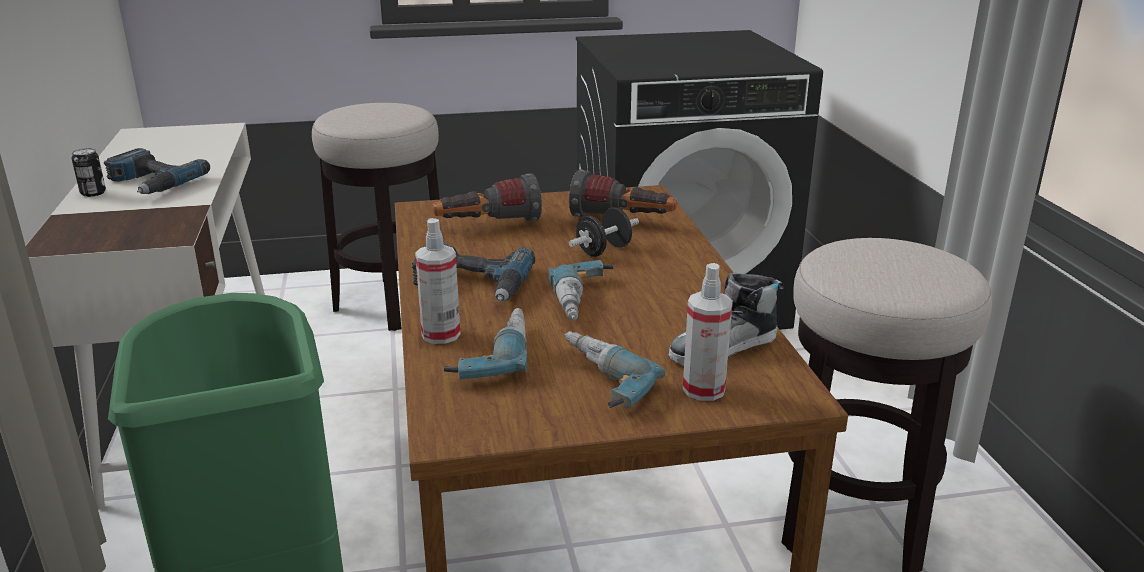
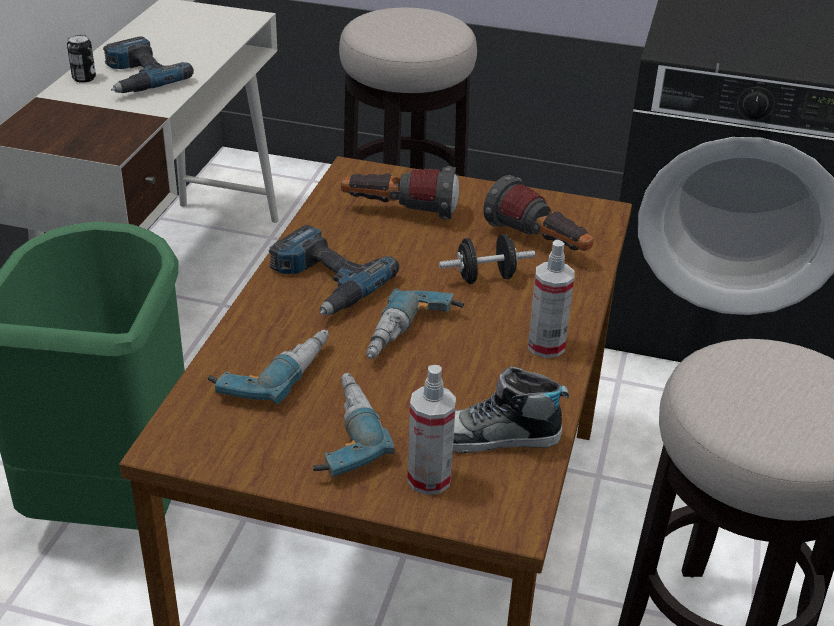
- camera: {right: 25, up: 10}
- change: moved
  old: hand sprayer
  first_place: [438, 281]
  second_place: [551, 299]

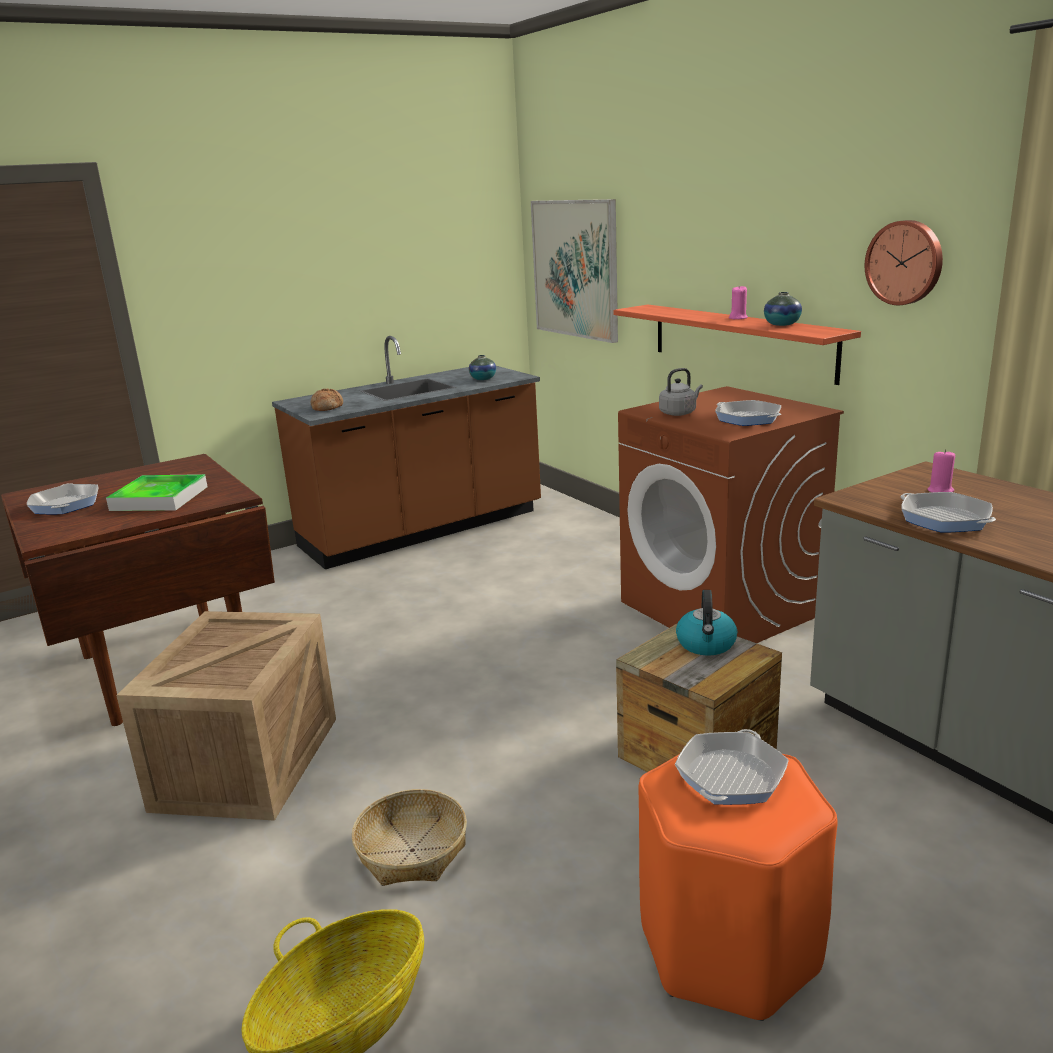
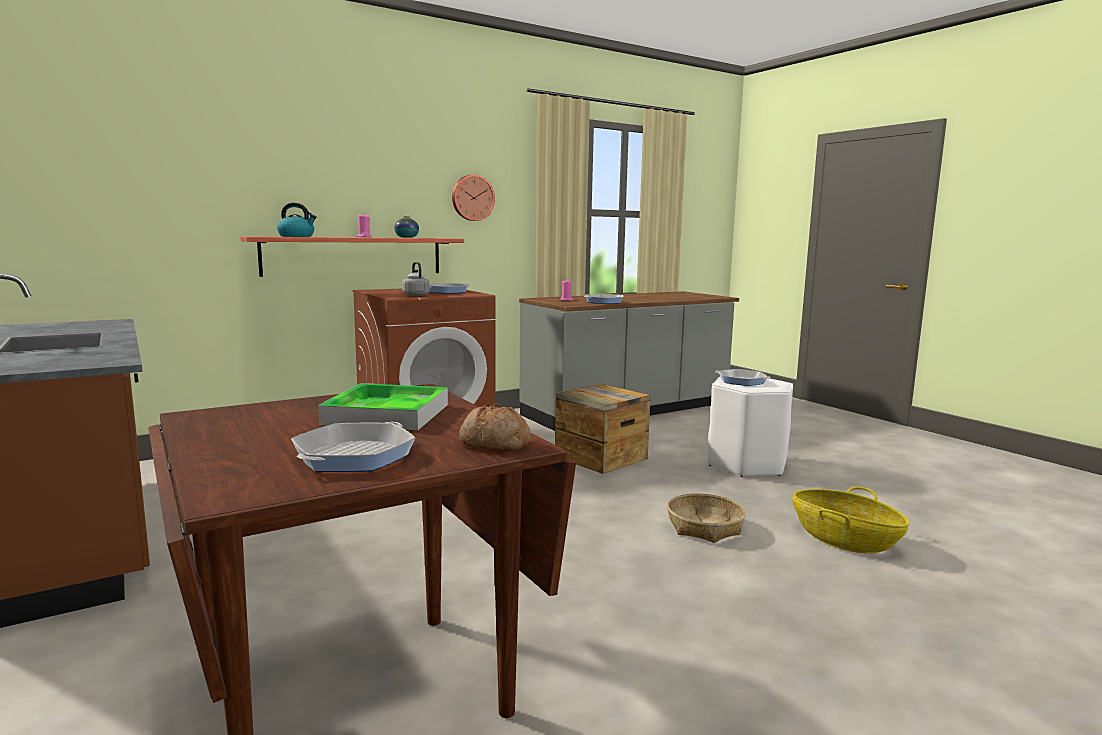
- camera: {right: -90, up: -10}
- change: moved
  old: kettle
  first_place: [706, 623]
  second_place: [297, 220]
- change: turned
  old: pan
  first_place: [63, 498]
  second_place: [353, 447]
  degrees: 135
- change: moved
  old: bakery bread
  first_place: [327, 400]
  second_place: [495, 426]
- change: recoloured
  old: orangey stool
  new: whitish stool
  first_place: [738, 887]
  second_place: [750, 427]
- change: removed
  old: shipping crate
  first_place: [226, 716]
- change: removed
  old: flower vase
  first_place: [482, 367]
- change: removed
  old: wall art
  first_place: [574, 271]

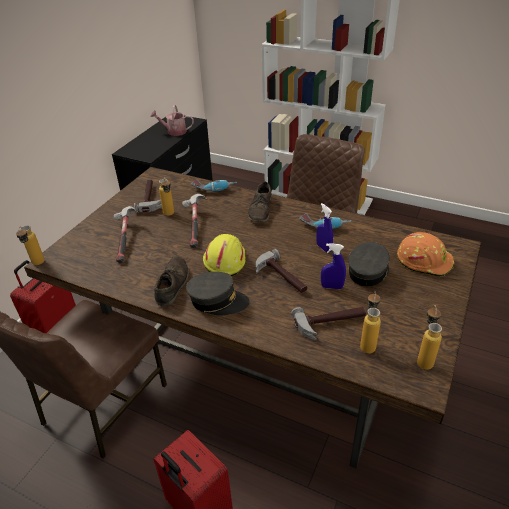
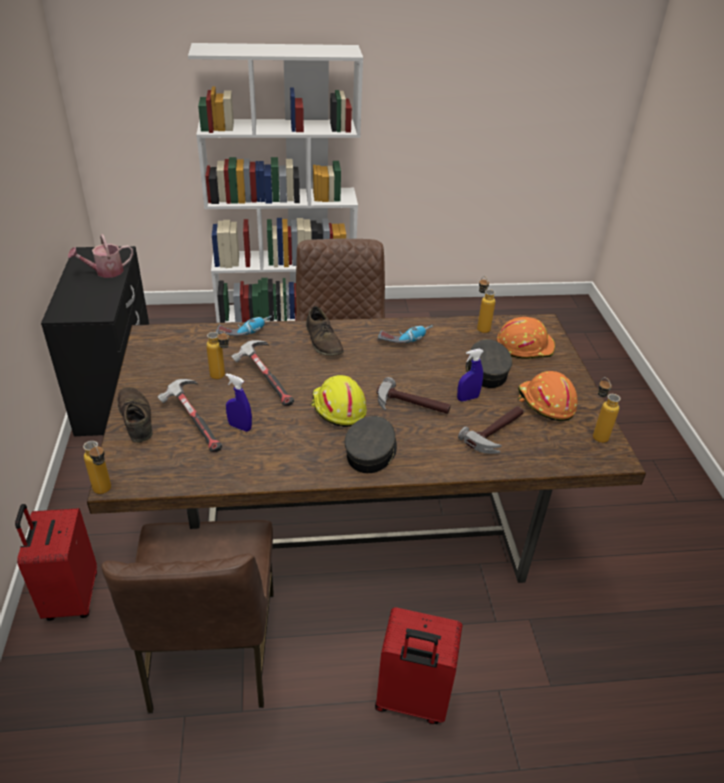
- camera: {right: -35, up: 0}
- change: moved
  old: brown-coloured shoe
  first_place: [171, 281]
  second_place: [134, 415]
- change: moved
  old: bluish hand sprayer
  first_place: [324, 227]
  second_place: [239, 402]
- change: turned
  old: greyish cap
  first_place: [218, 293]
  second_place: [371, 444]
  degrees: -45
- change: moved
  old: beverage bottle
  first_place: [370, 322]
  second_place: [486, 304]
- change: added
  new: orangey work helmet
  second_place: [548, 396]
- change: removed
  old: hand hammer
  first_place: [148, 196]

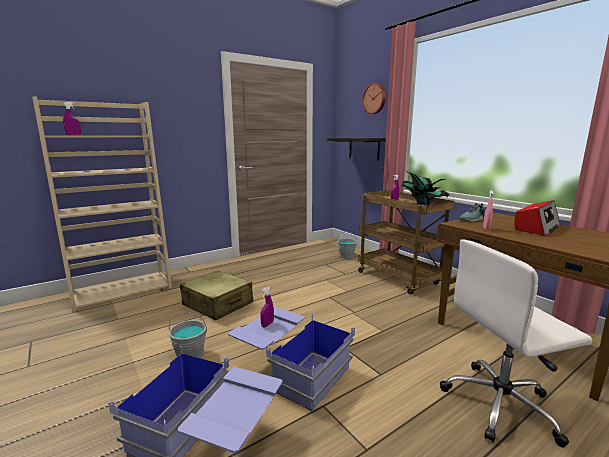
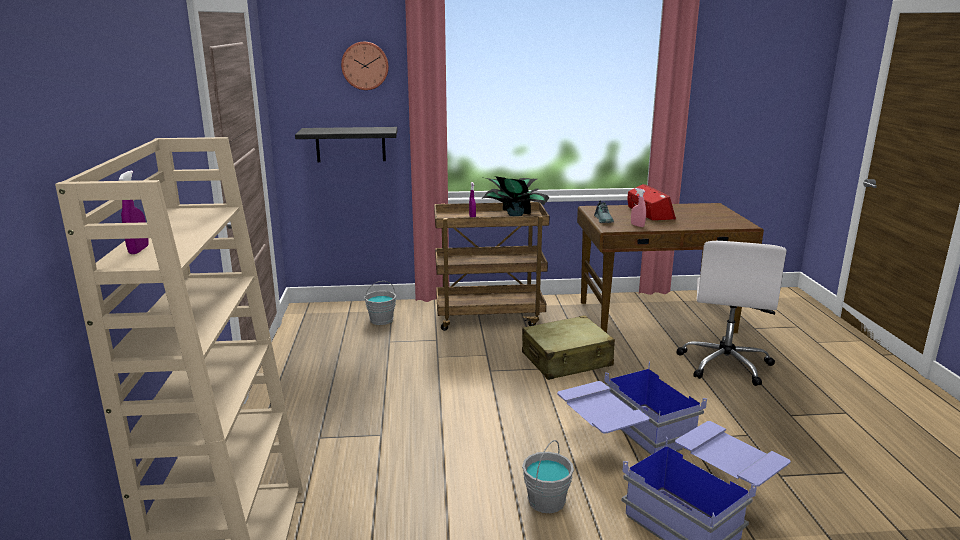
- camera: {right: -60, up: 5}
- change: moved
  old: sand-coloured suitcase
  first_place: [216, 295]
  second_place: [568, 347]
- change: removed
  old: purple hand sprayer
  first_place: [267, 307]

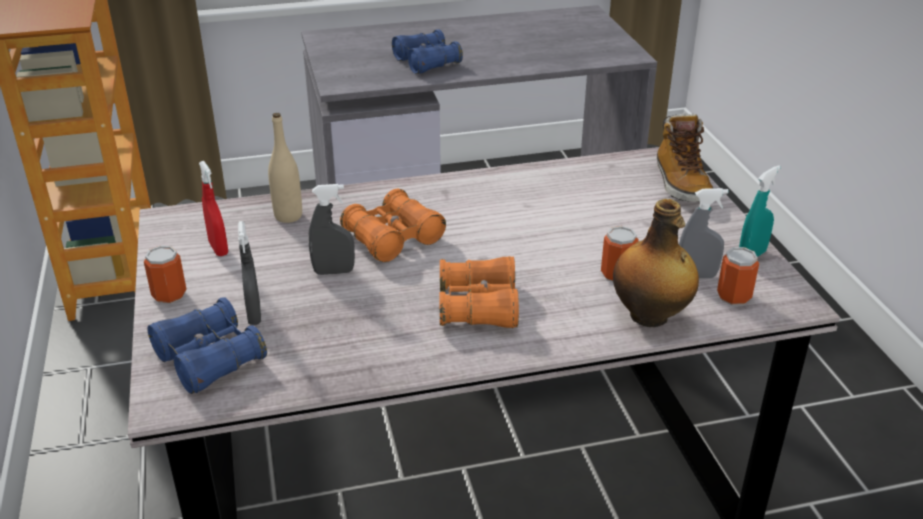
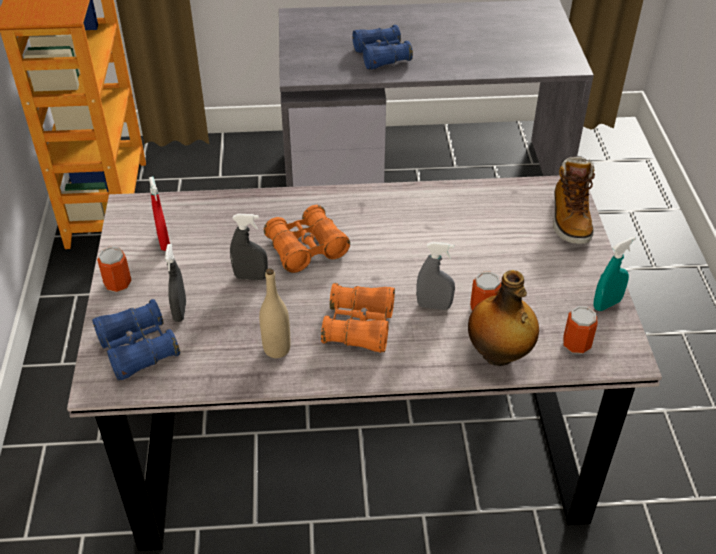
- camera: {right: 10, up: 10}
- change: moved
  old: sand-coloured beverage bottle
  first_place: [285, 168]
  second_place: [275, 313]
- change: moved
  old: greyish hand sprayer
  first_place: [704, 233]
  second_place: [435, 276]

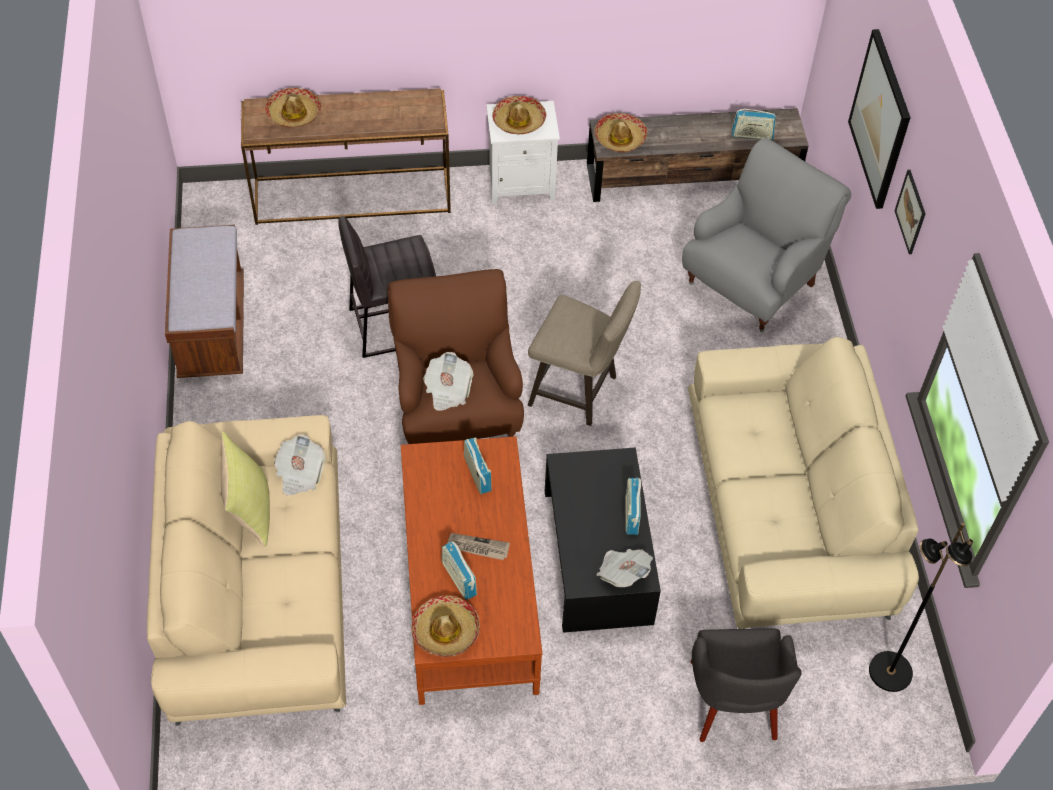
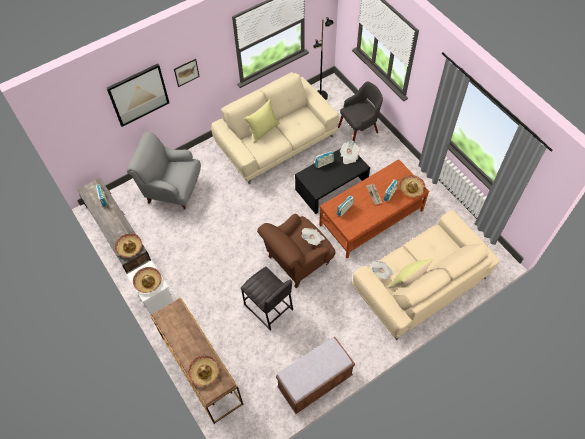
- camera: {right: -115, up: 5}
- change: added
  new: yellow pillow
  second_place: [262, 121]
- change: removed
  old: sand-coloured stool
  first_place: [584, 353]

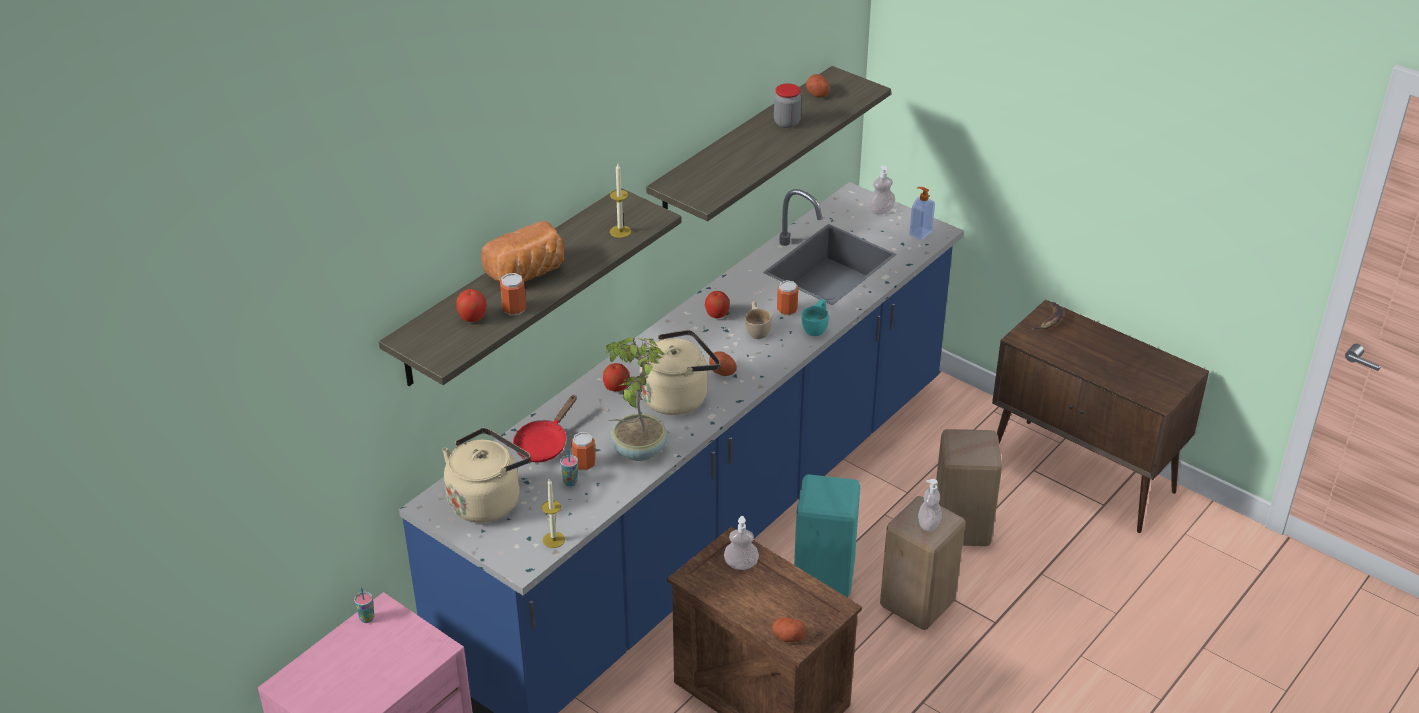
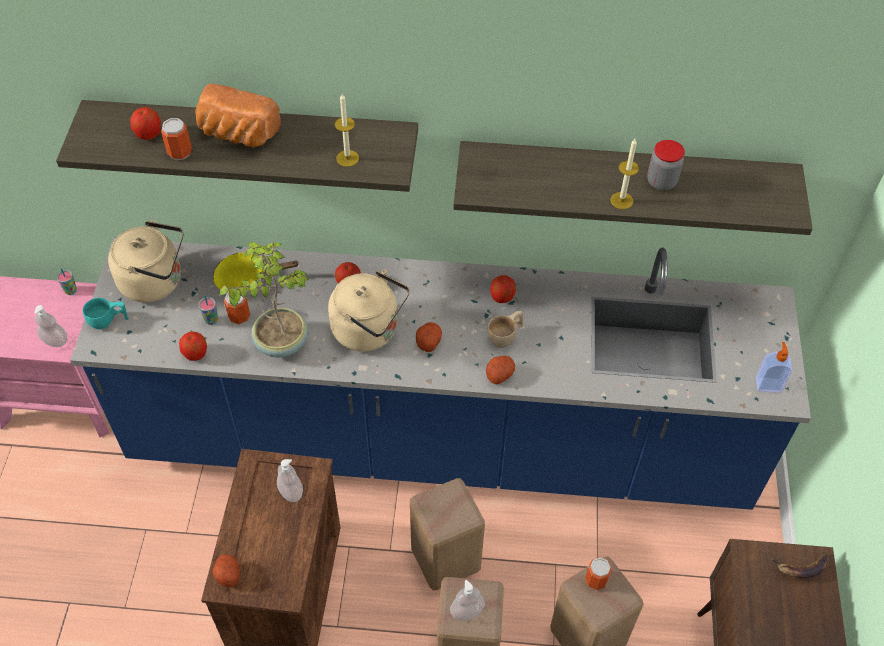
- camera: {right: 55, up: 15}
- change: moved
  old: soap dispenser
  first_place: [881, 190]
  second_place: [51, 326]
- change: moved
  old: turquoise-coloured small cup
  first_place: [815, 317]
  second_place: [105, 313]
- change: added
  new: whole apple
  second_place: [193, 346]
- change: recoloured
  old: reddish pan
  new: yellow pan
  first_place: [545, 428]
  second_place: [255, 272]
- change: recoloured
  old: turquoise-coloured stool
  new: sand-coloured stool
  first_place: [827, 535]
  second_place: [447, 534]
- change: moved
  old: spud
  first_place: [817, 86]
  second_place: [500, 370]
- change: moved
  old: metal can
  first_place: [787, 298]
  second_place: [598, 573]
- change: moved
  old: wax light
  first_place: [553, 513]
  second_place: [624, 174]

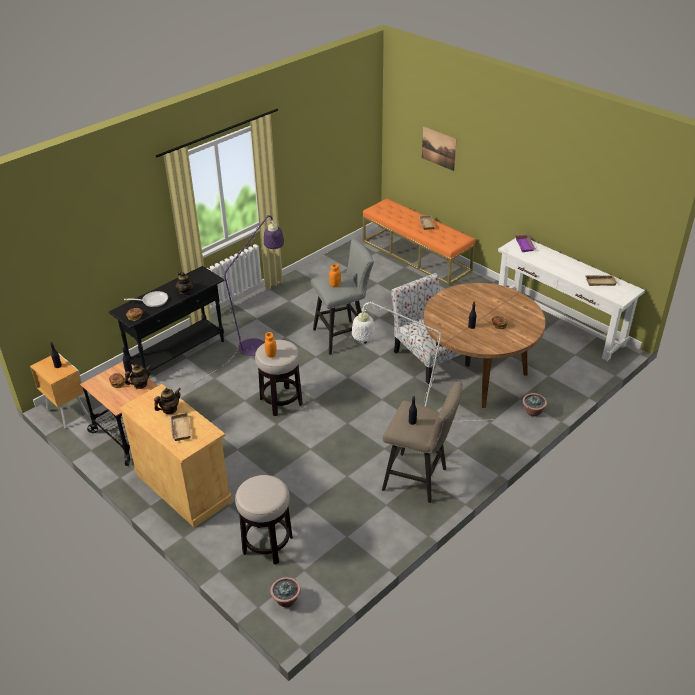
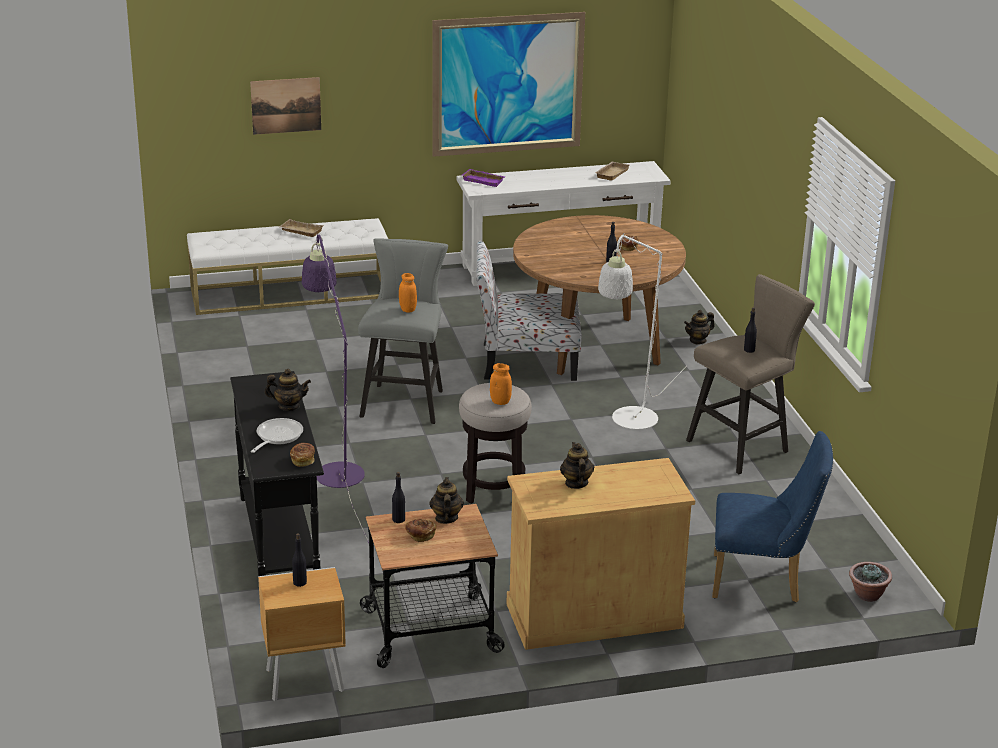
- camera: {right: -60, up: -10}
- change: recoloured
  old: orangey long seat
  new: whitish long seat
  first_place: [419, 241]
  second_place: [287, 266]
- change: added
  new: wall art
  second_place: [508, 84]
- change: replaced
  old: plant in a pot
  new: teapot
  first_place: [534, 404]
  second_place: [699, 327]
- change: replaced
  old: stool
  new: bluish plain chair
  first_place: [264, 519]
  second_place: [772, 516]
- change: removed
  old: sand-coloured tray
  first_place: [180, 426]

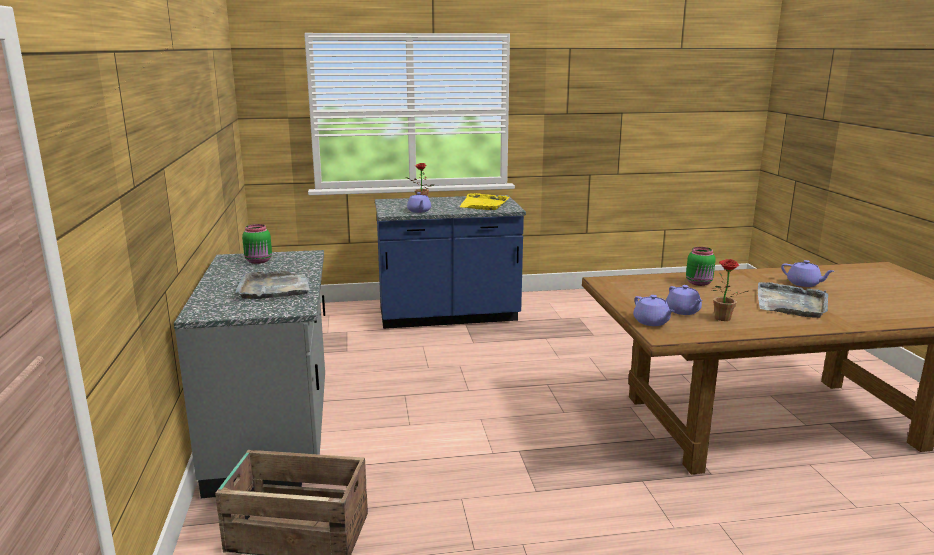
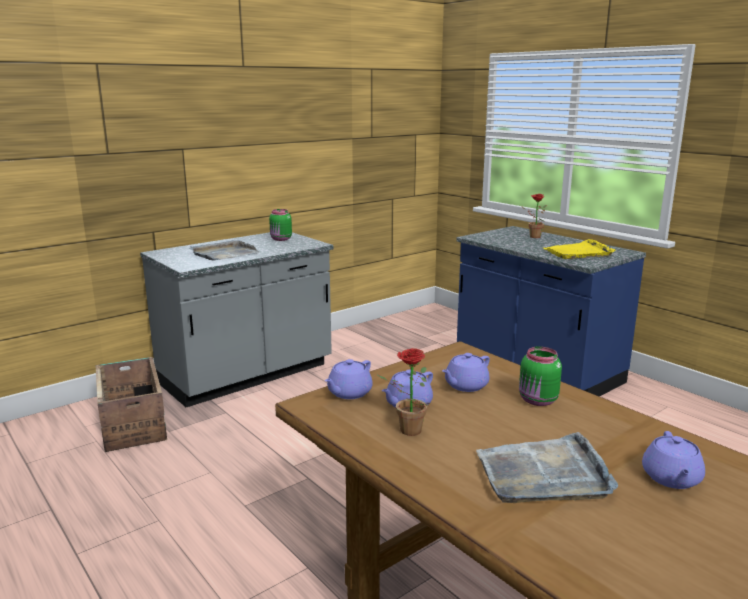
- camera: {right: 60, up: 0}
- change: moved
  old: purple teapot
  first_place: [419, 202]
  second_place: [466, 372]

